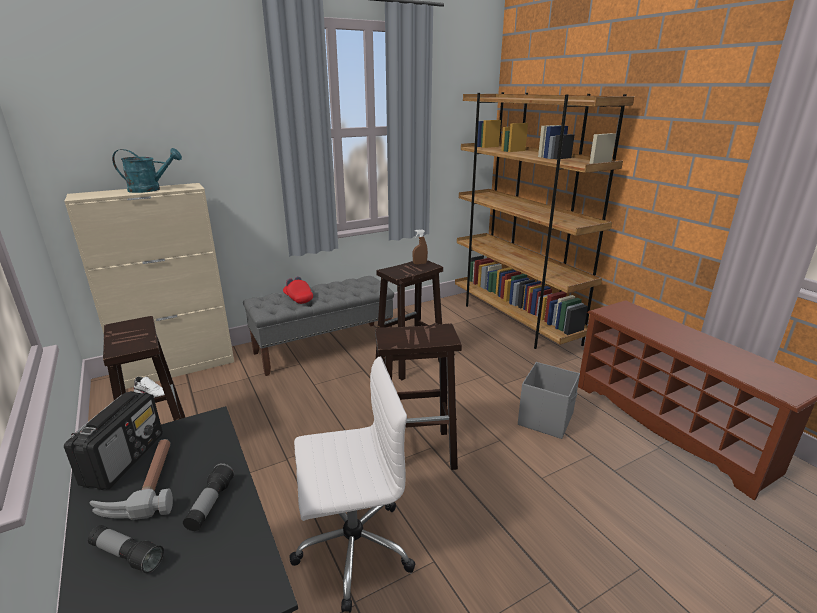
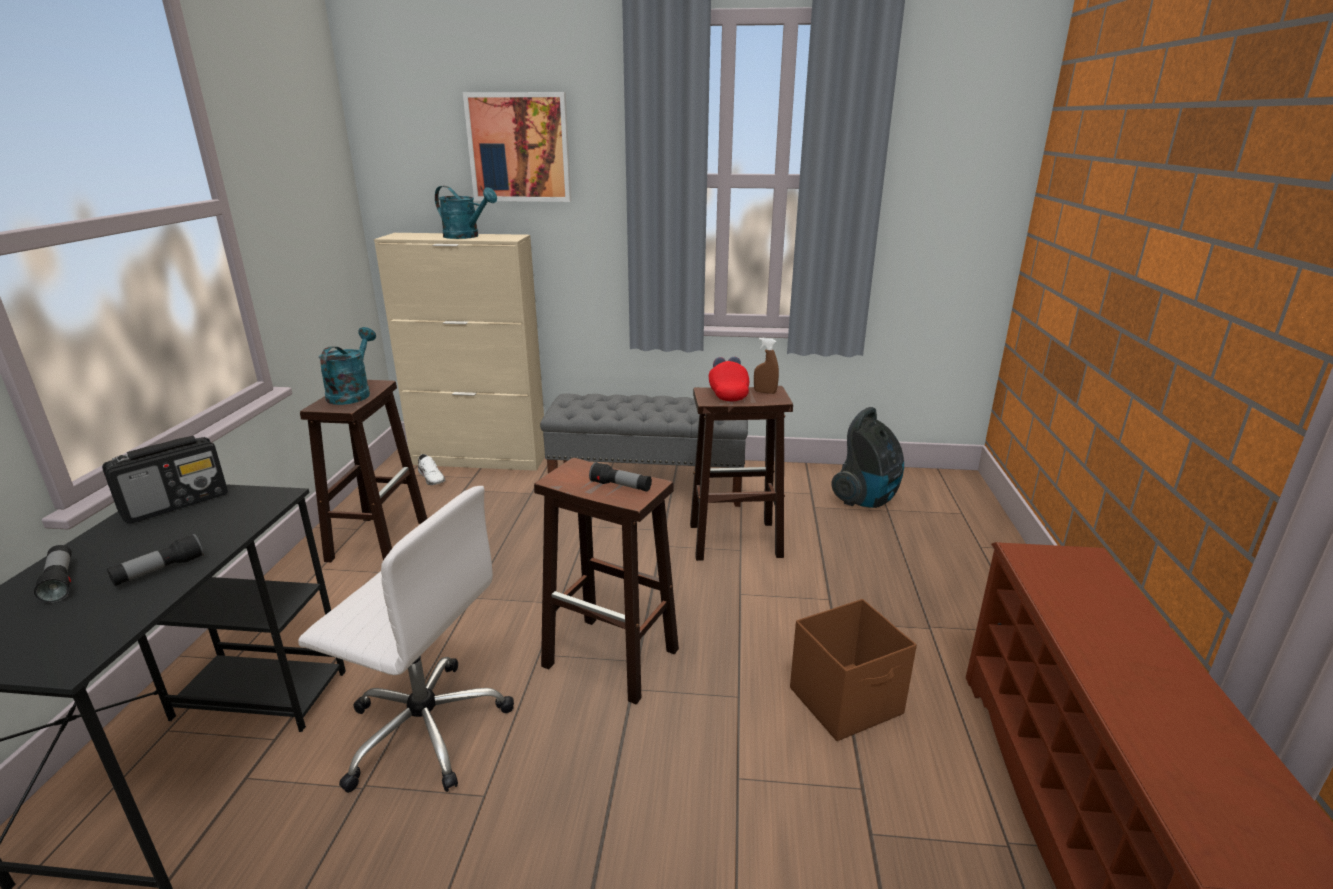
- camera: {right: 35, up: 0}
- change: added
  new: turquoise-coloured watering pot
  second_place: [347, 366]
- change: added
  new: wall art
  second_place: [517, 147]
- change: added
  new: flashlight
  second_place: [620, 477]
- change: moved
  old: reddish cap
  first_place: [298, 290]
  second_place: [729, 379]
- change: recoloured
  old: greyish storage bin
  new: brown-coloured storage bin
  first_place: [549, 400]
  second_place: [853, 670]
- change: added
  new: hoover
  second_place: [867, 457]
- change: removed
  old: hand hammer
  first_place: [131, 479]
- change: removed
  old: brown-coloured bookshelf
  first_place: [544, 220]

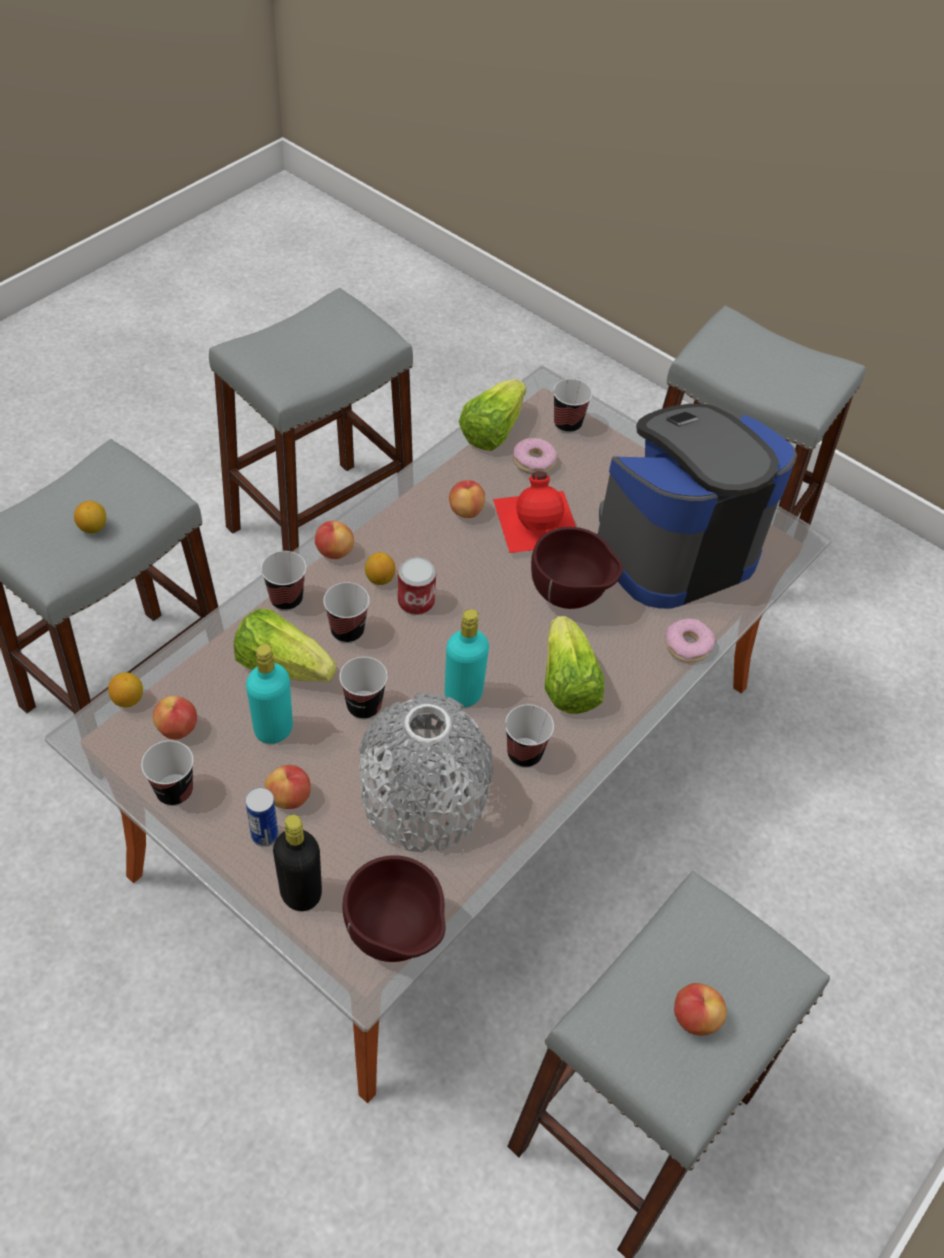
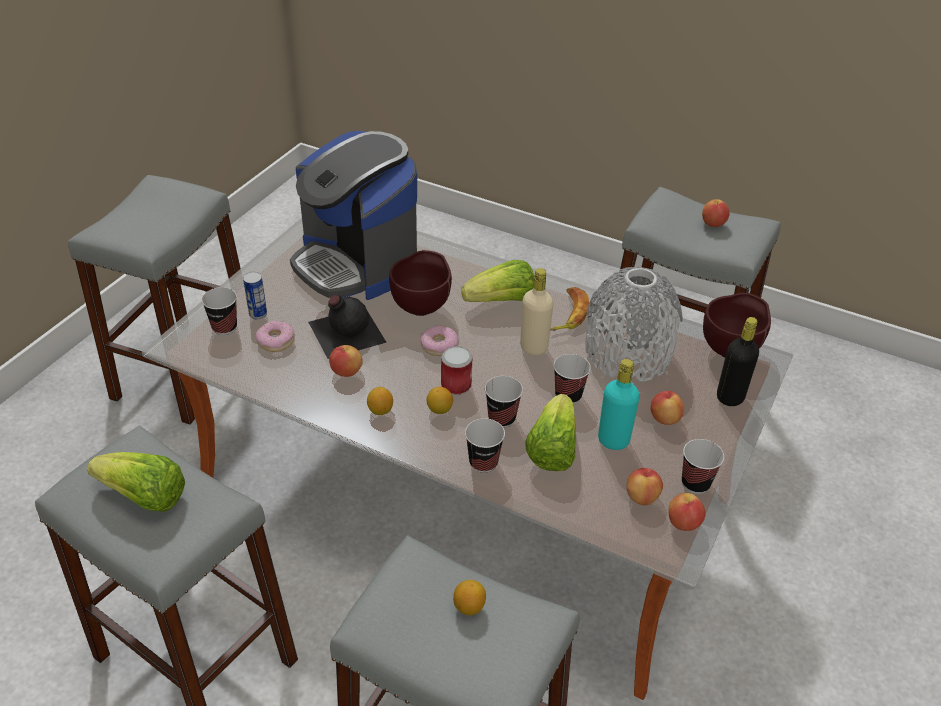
- camera: {right: -100, up: -10}
- change: moved
  old: lettuce
  first_place: [492, 415]
  second_place: [136, 482]
- change: moved
  old: metal can
  first_place: [261, 816]
  second_place: [255, 295]
- change: recoloured
  old: reddish beverage bottle
  new: blackish beverage bottle
  first_place: [534, 512]
  second_place: [347, 327]
- change: moved
  old: citrus fruit
  first_place: [125, 690]
  second_place: [380, 401]
- change: moved
  old: doughnut
  first_place: [690, 640]
  second_place: [439, 340]
- change: recoloured
  old: turquoise-coloured beverage bottle
  new: sand-coloured beverage bottle
  first_place: [467, 658]
  second_place: [536, 312]
- change: replaced
  old: small cup
  new: banana
  first_place: [529, 736]
  second_place: [569, 309]
- change: moved
  old: whole apple
  first_place: [334, 540]
  second_place: [687, 512]

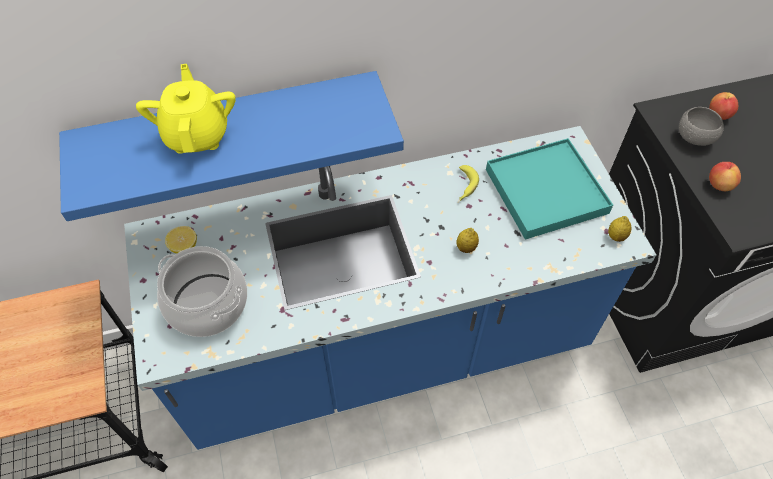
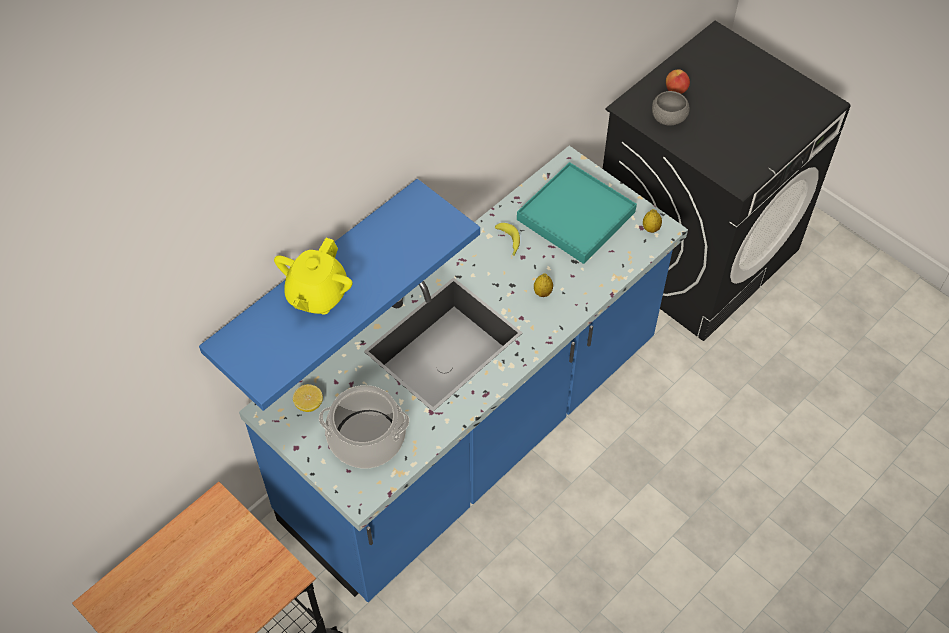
- camera: {right: -30, up: 0}
- change: turned
  old: yellow teapot
  first_place: [186, 109]
  second_place: [313, 276]
  degrees: -120
- change: removed
  old: whole apple
  first_place: [725, 176]

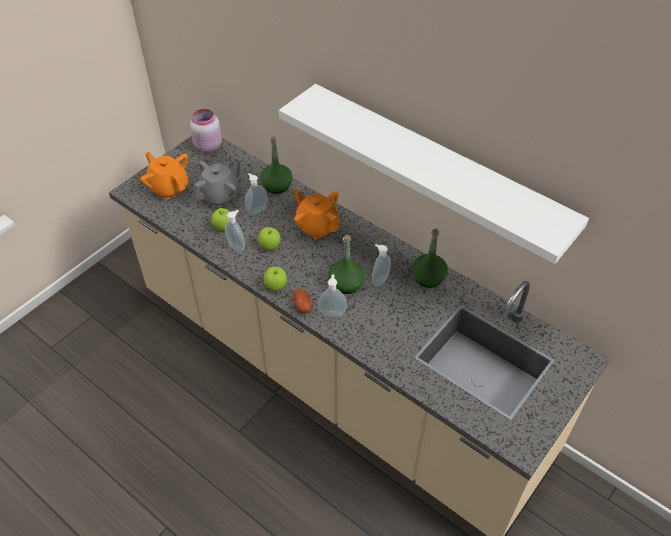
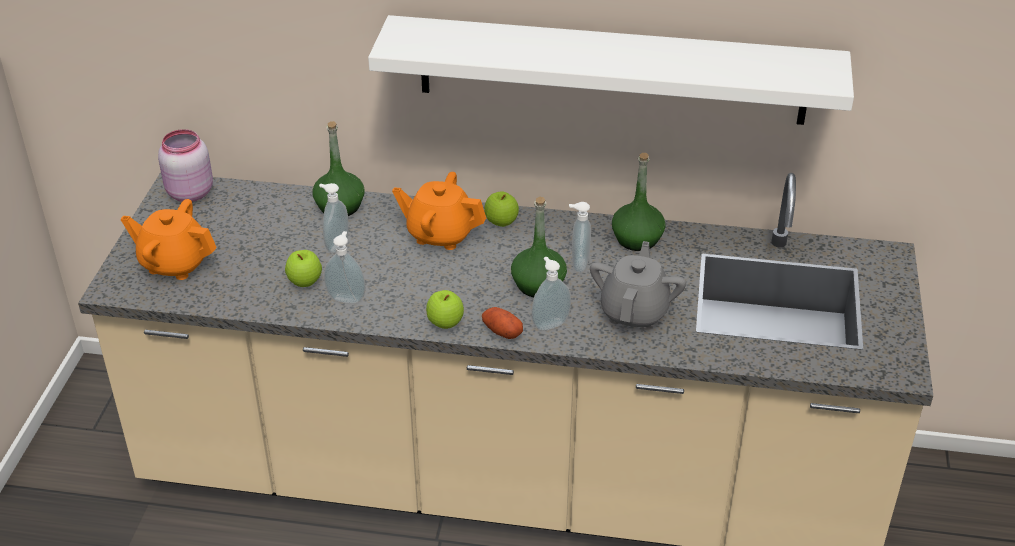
- camera: {right: -30, up: -10}
- change: moved
  old: whole apple
  first_place: [269, 238]
  second_place: [501, 209]
- change: moved
  old: greyish teapot
  first_place: [217, 183]
  second_place: [638, 285]

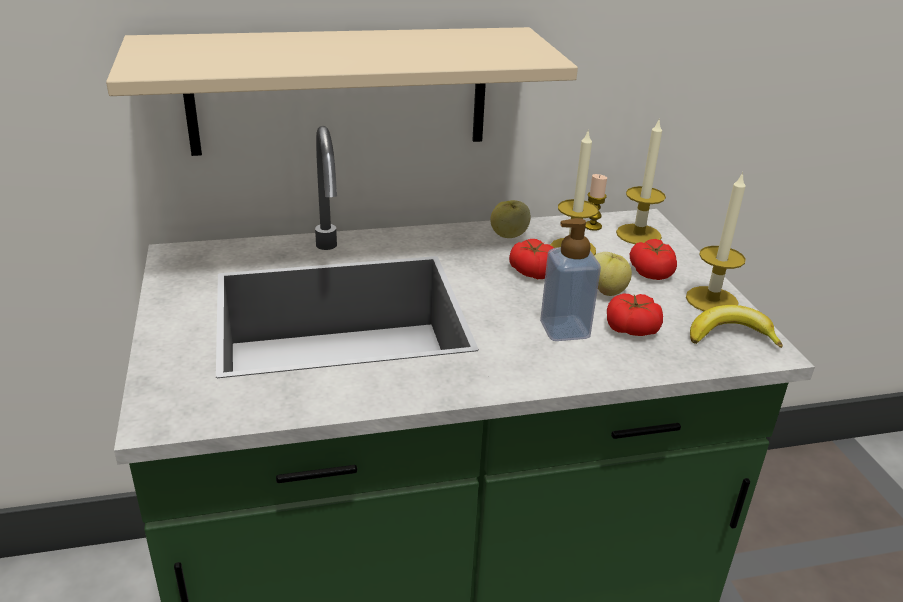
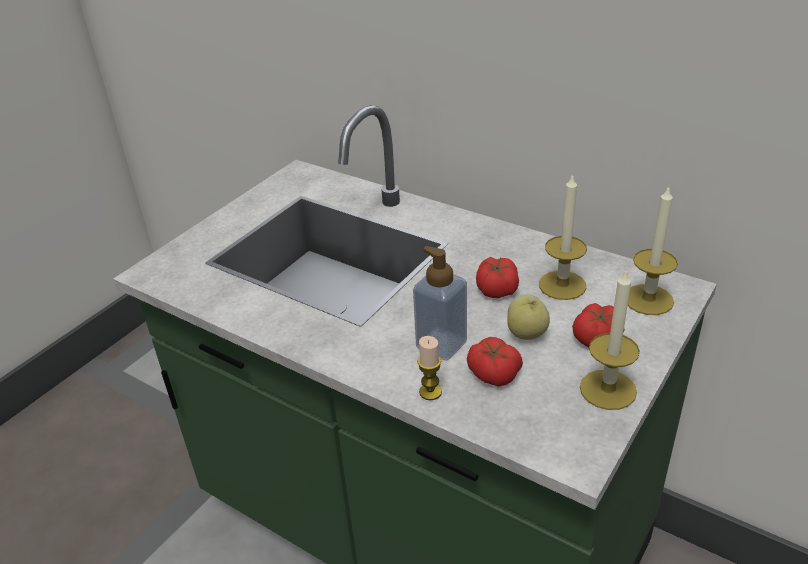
- camera: {right: 50, up: 5}
- change: moved
  old: wax light
  first_place: [596, 202]
  second_place: [429, 368]
- change: removed
  old: sand-coloured wall shelf
  first_place: [342, 91]
- change: removed
  old: whole apple
  first_place: [510, 219]
- change: removed
  old: banana
  first_place: [736, 326]

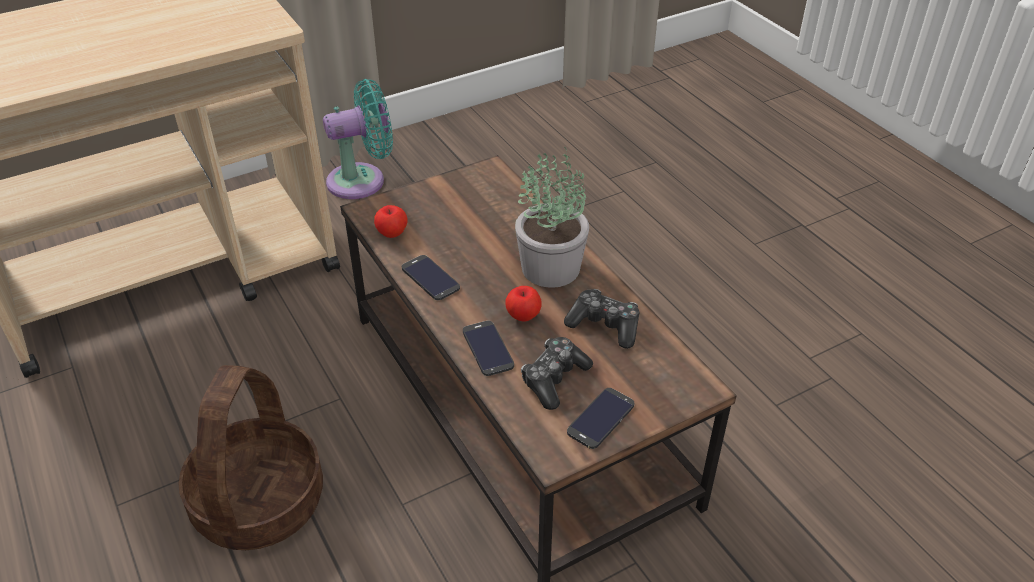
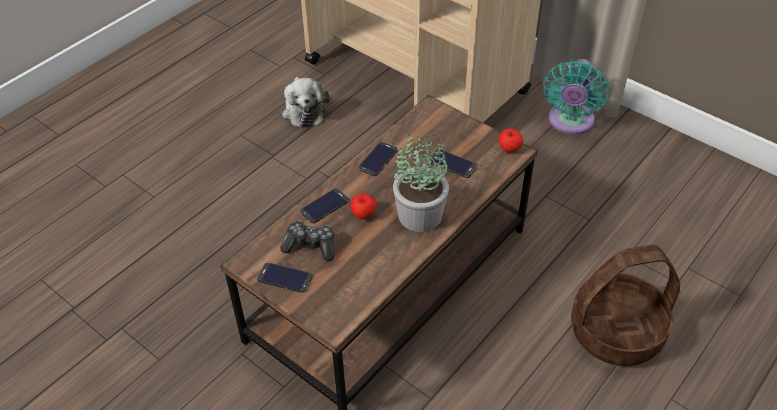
- camera: {right: 70, up: 5}
- change: added
  new: cuddly toy
  second_place: [306, 102]
- change: added
  new: phone
  second_place: [453, 163]
- change: moved
  old: whole apple
  first_place: [391, 221]
  second_place: [511, 141]
- change: turned
  old: turquoise-coloured electric fan
  first_place: [358, 139]
  second_place: [576, 97]
  degrees: 60
- change: moved
  old: basket
  first_place: [250, 457]
  second_place: [625, 305]
- change: removed
  old: joypad
  first_place: [601, 319]

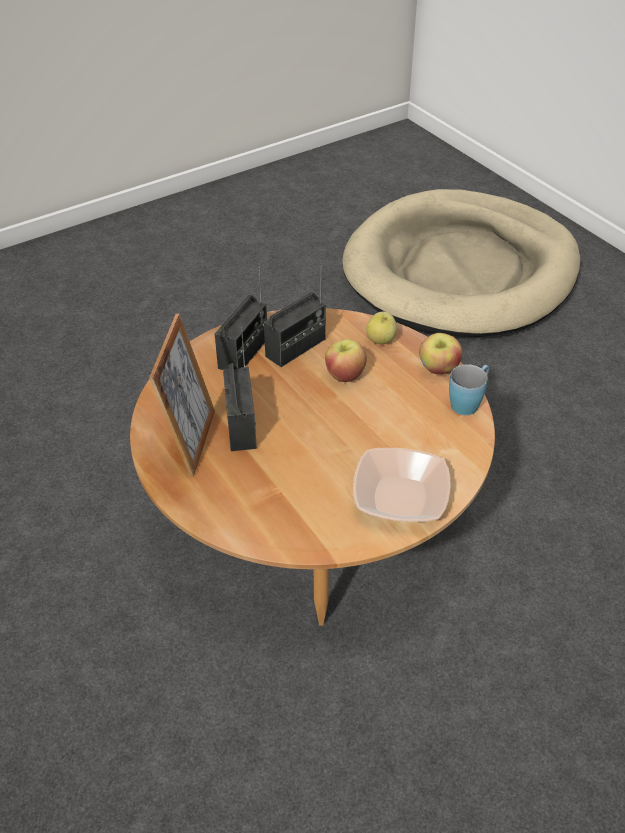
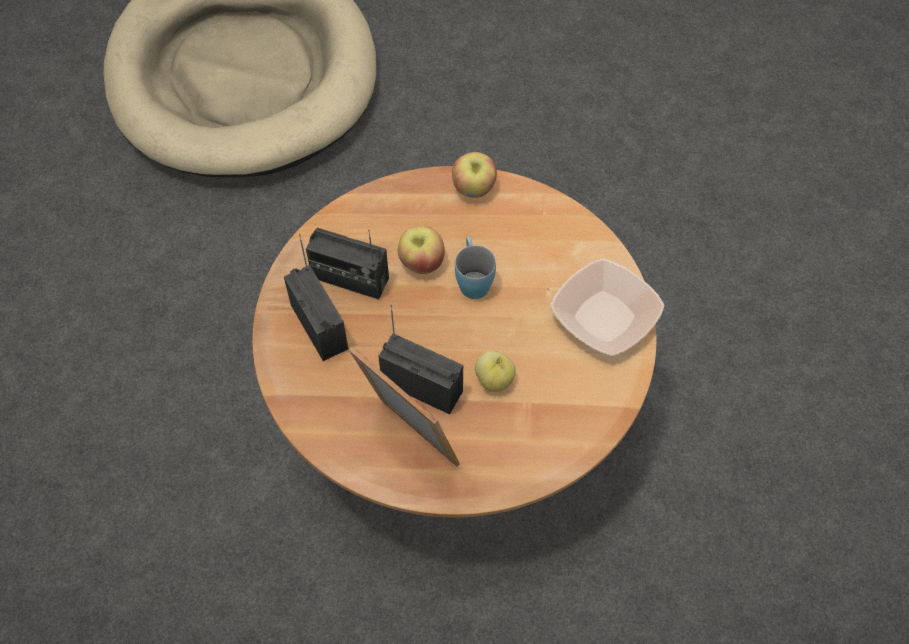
- camera: {right: -55, up: 15}
- change: turned
  old: radio set
  first_place: [295, 314]
  second_place: [347, 264]
  degrees: 120
- change: moved
  old: bluish tea mug
  first_place: [469, 389]
  second_place: [475, 268]
- change: moved
  old: whole apple
  first_place: [381, 328]
  second_place: [495, 371]

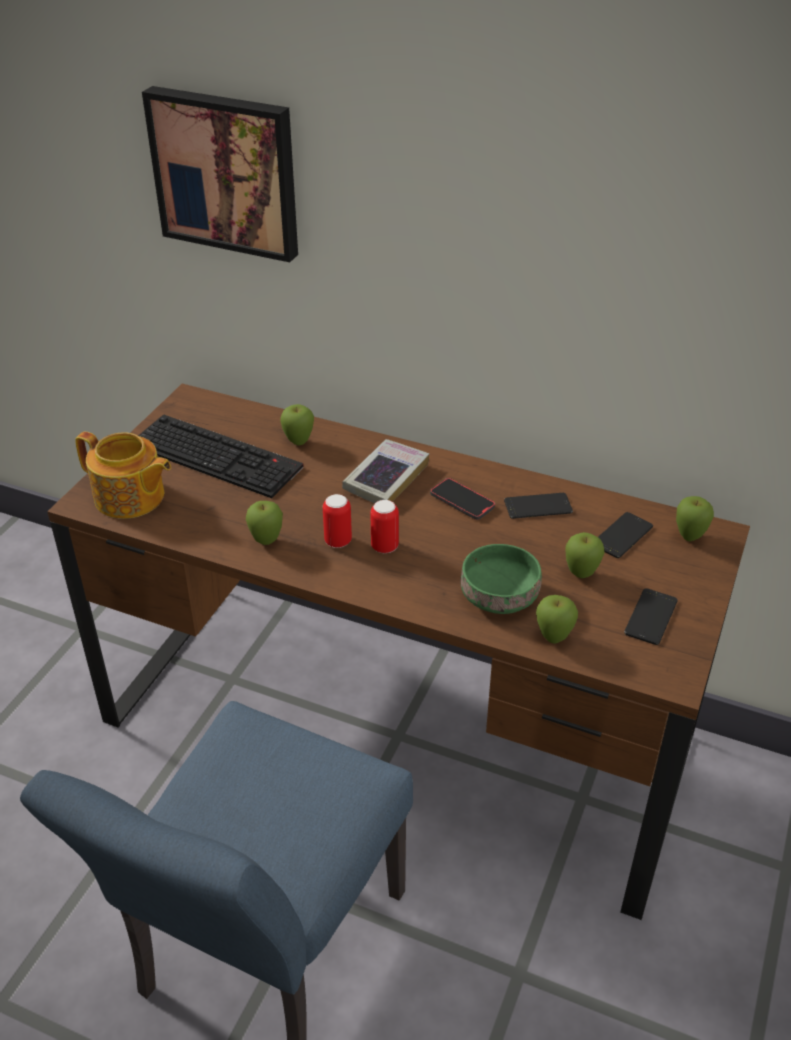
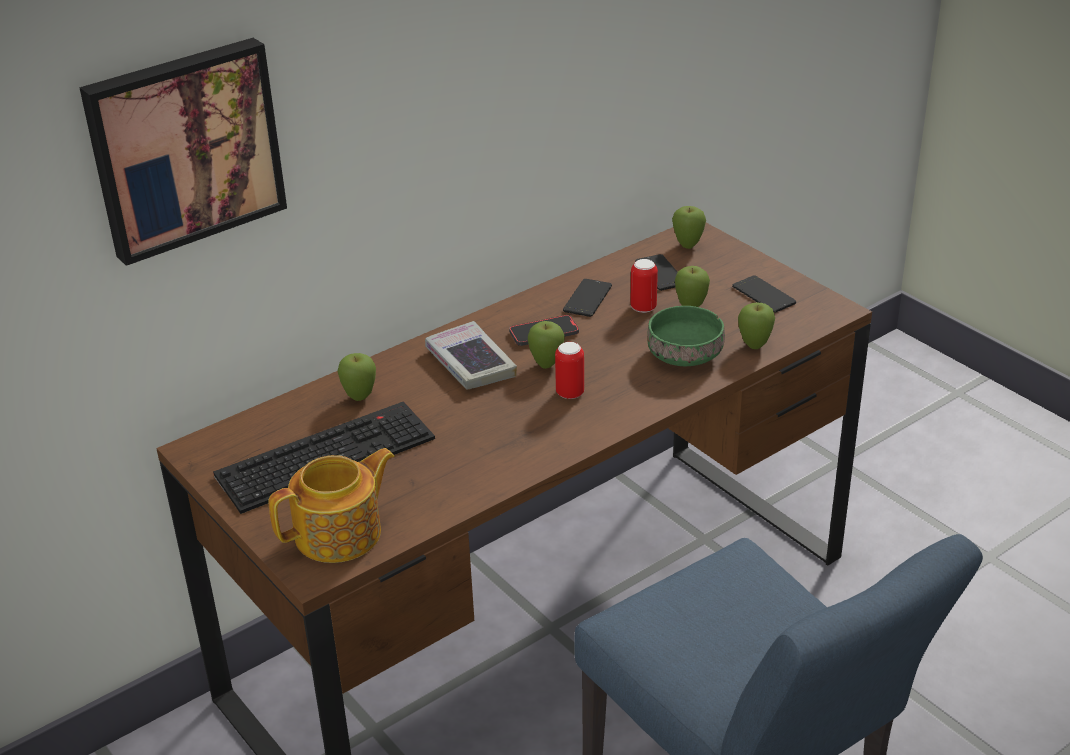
- camera: {right: -60, up: -5}
- change: moved
  old: whole apple
  first_place: [264, 523]
  second_place: [546, 345]
- change: moved
  old: metal can
  first_place: [337, 521]
  second_place: [644, 286]

